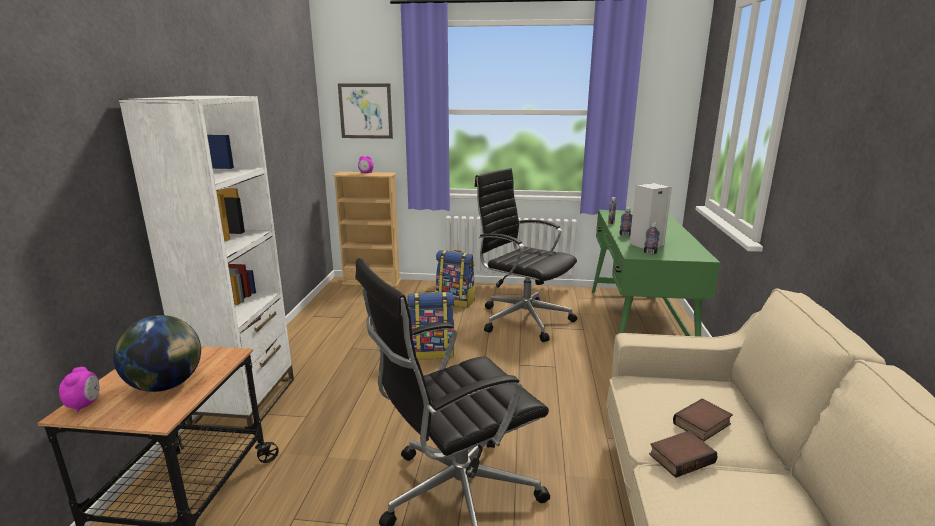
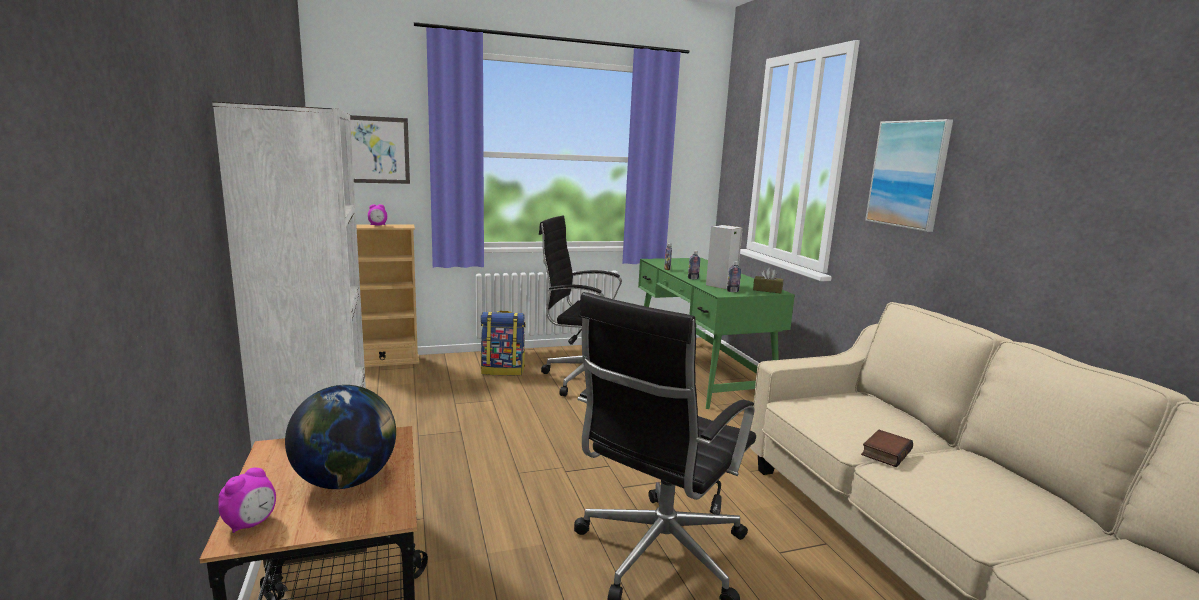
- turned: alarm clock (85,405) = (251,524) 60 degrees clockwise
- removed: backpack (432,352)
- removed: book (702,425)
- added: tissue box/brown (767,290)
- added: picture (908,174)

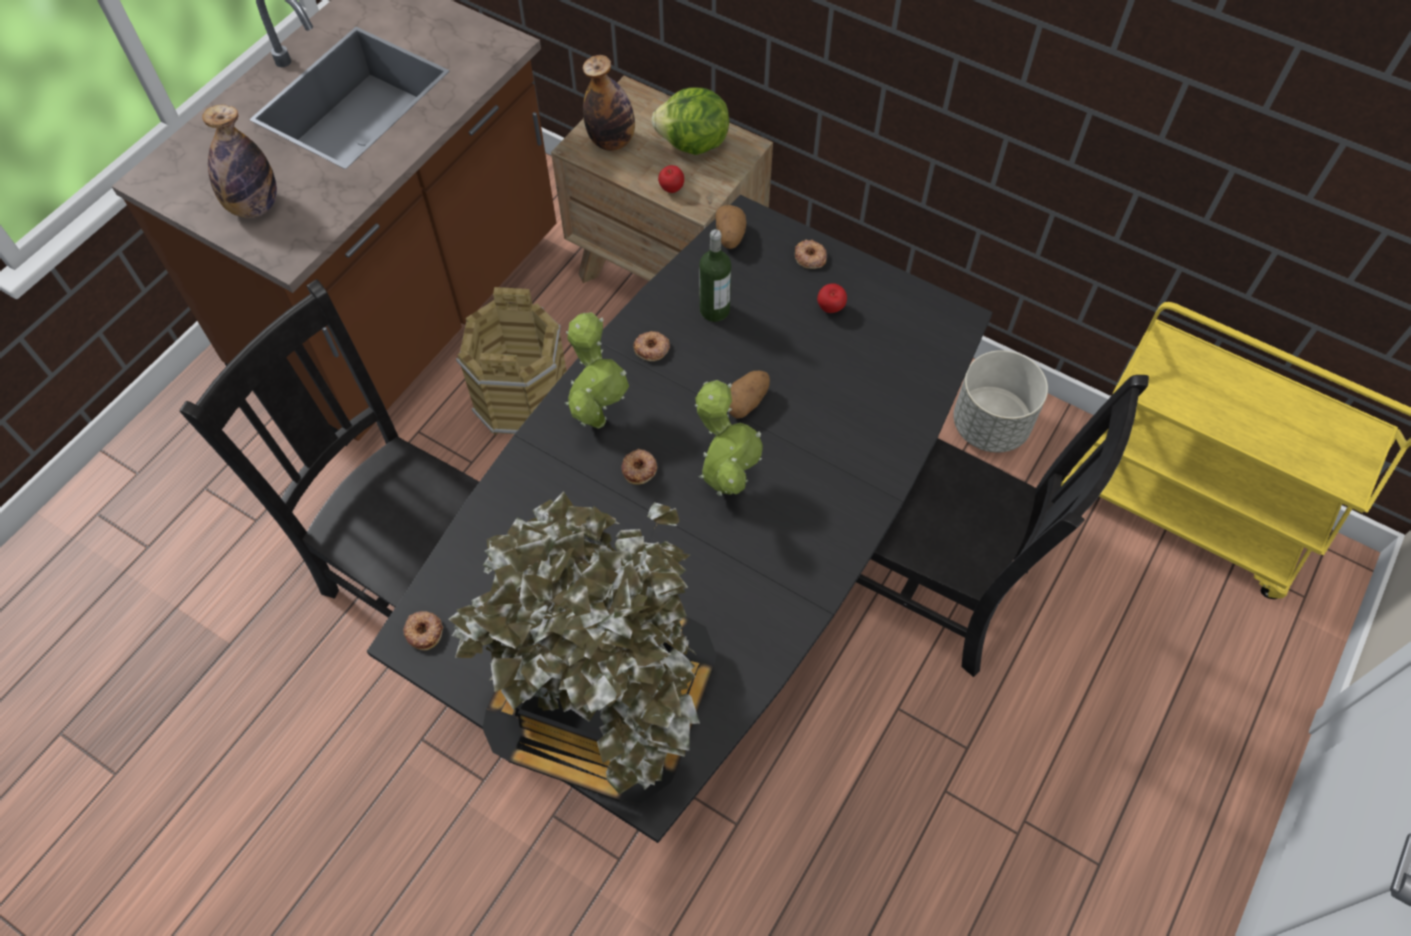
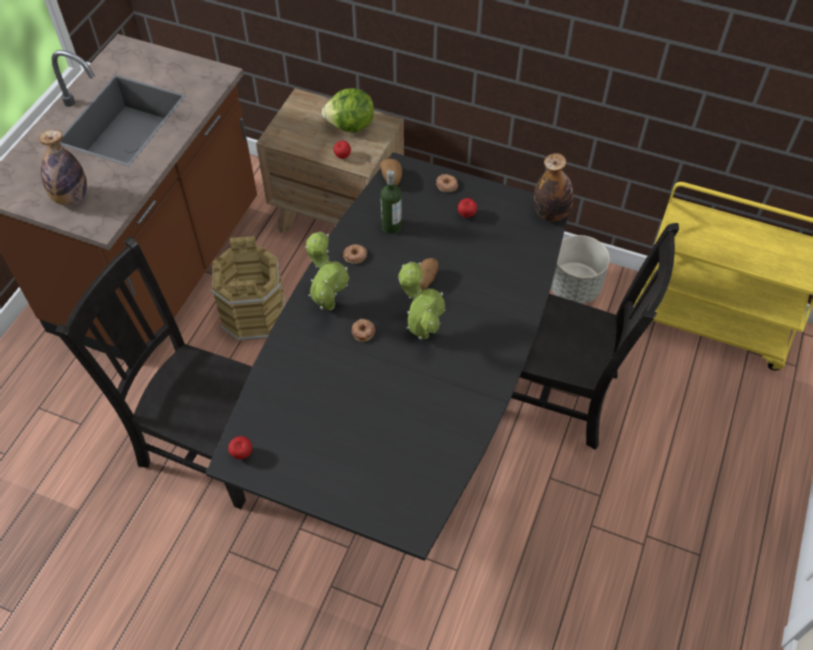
- replaced: donut (424,631) to apple (242,454)
- removed: potted plant (604,698)
- moved: bottle (612,141) to (551,213)

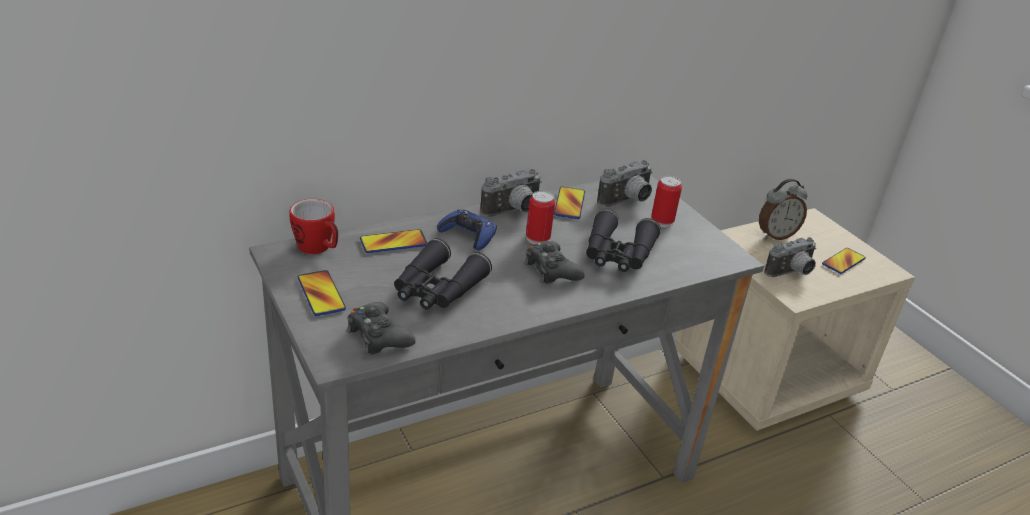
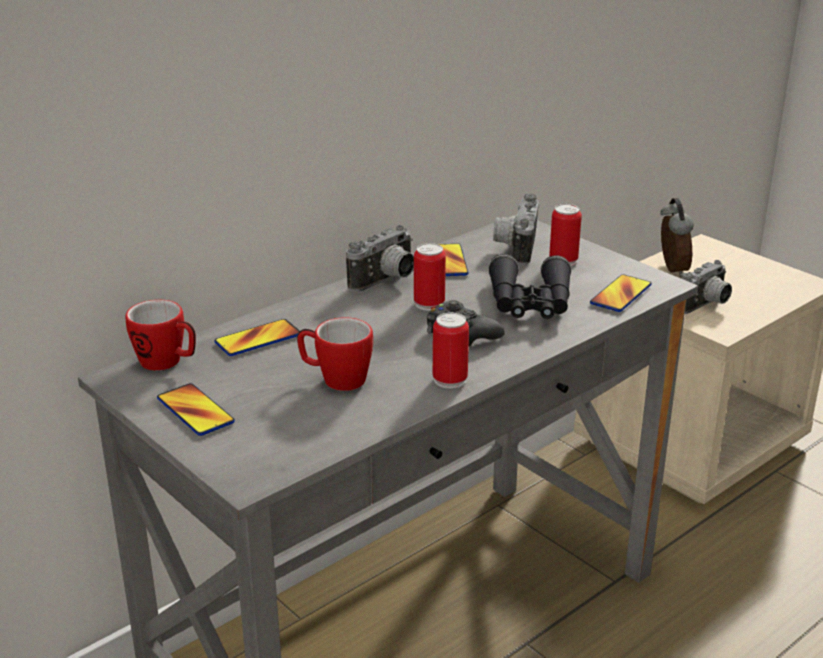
- removed: game controller/black (378,336)
- replaced: binoculars/black (437,289) to mug (335,379)
- removed: game controller/blue (468,235)
- turned: photo camera (627,202) = (514,248) 150 degrees clockwise
- turned: alarm clock (775,235) = (671,269) 60 degrees counterclockwise
- moved: phone (843,262) to (621,295)
- added: can (450,380)

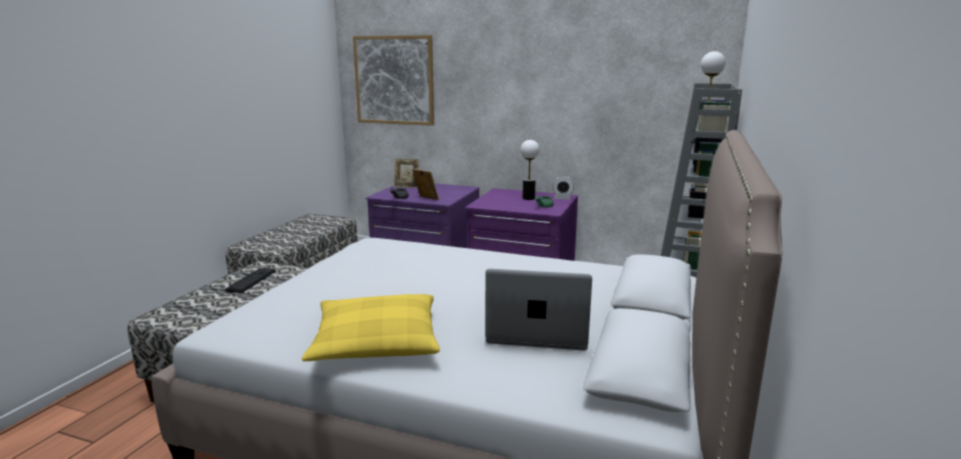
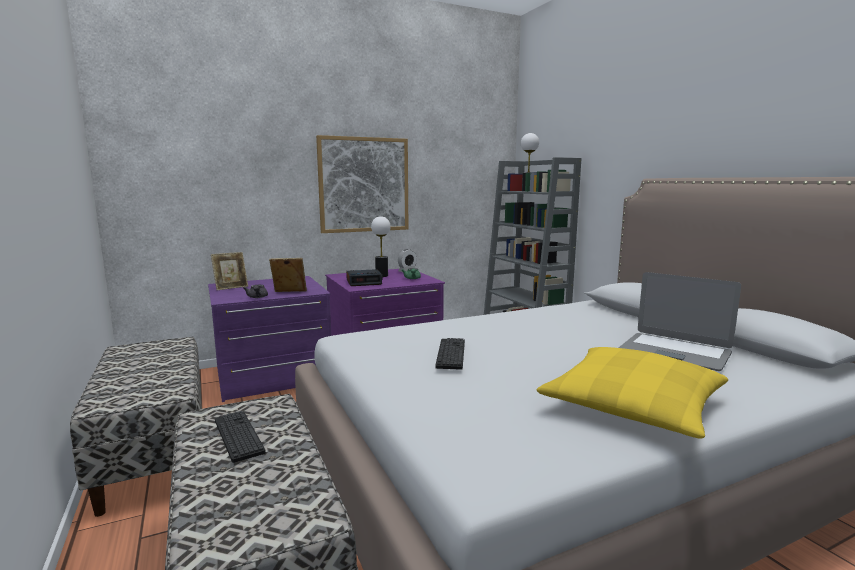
- moved: picture (394,80) to (364,185)
- turned: laptop (537,332) = (674,352) 105 degrees counterclockwise
- added: alarm clock (364,282)
- added: keyboard (451,354)

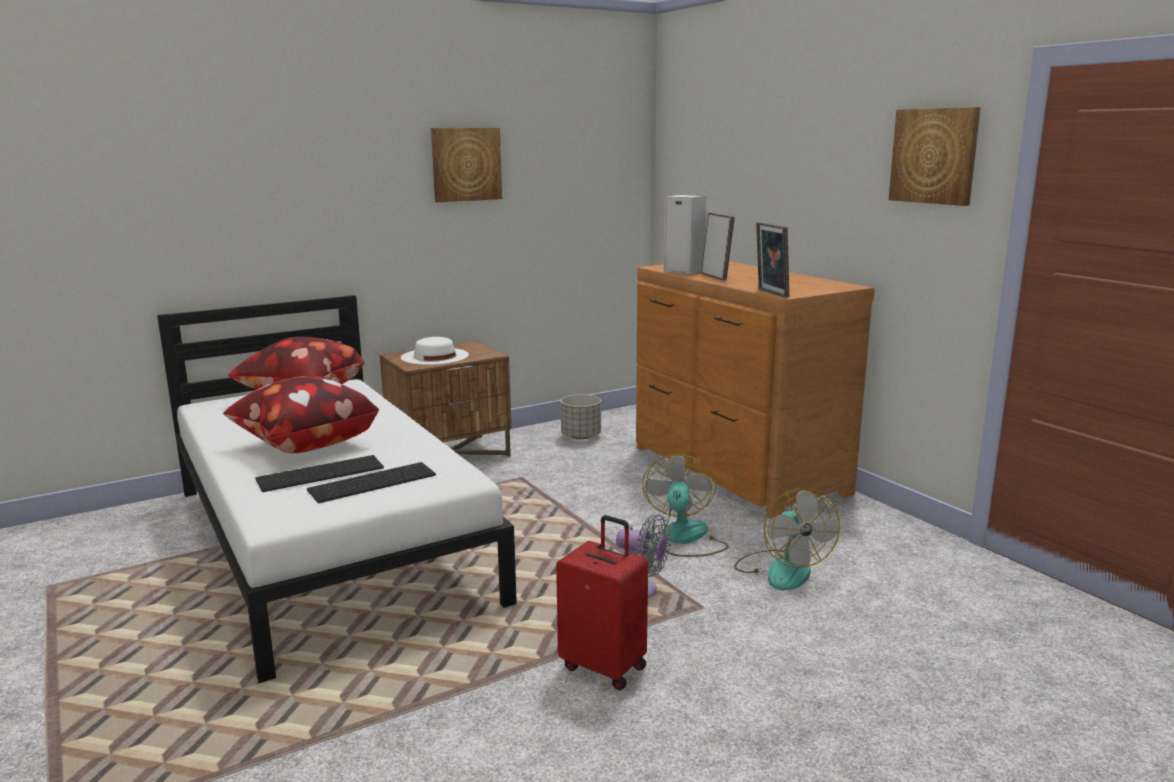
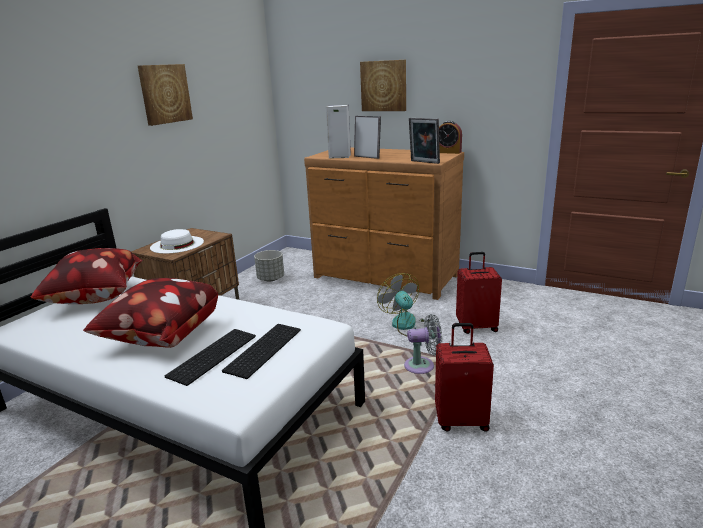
- replaced: fan (782,569) to suitcase/red (476,327)
- moved: picture (934,156) to (384,86)
- added: alarm clock (448,152)

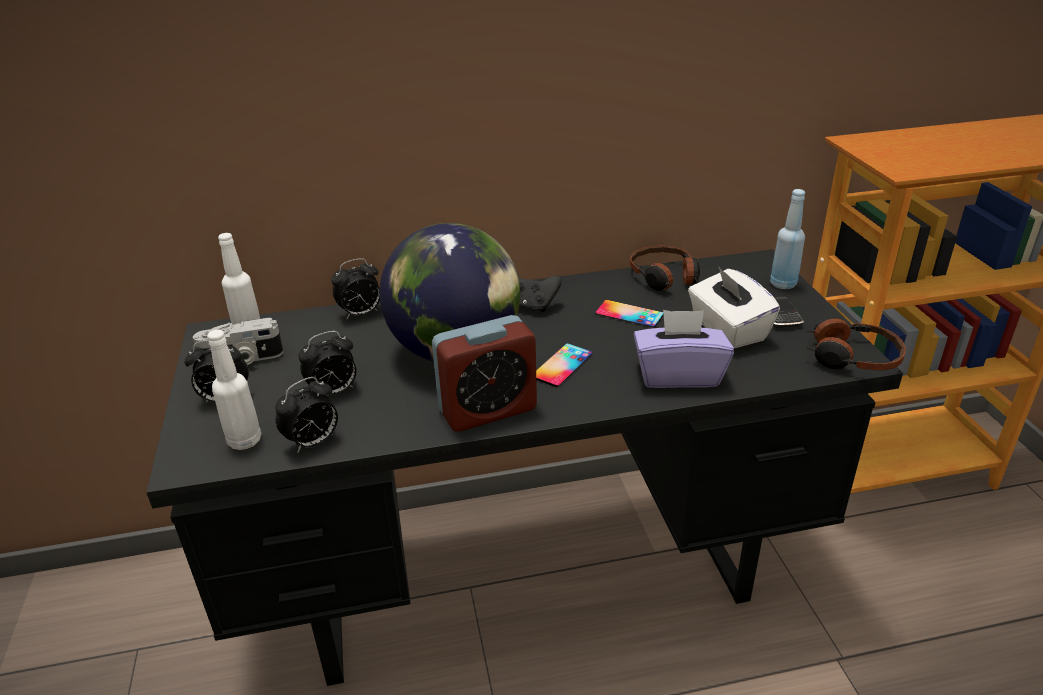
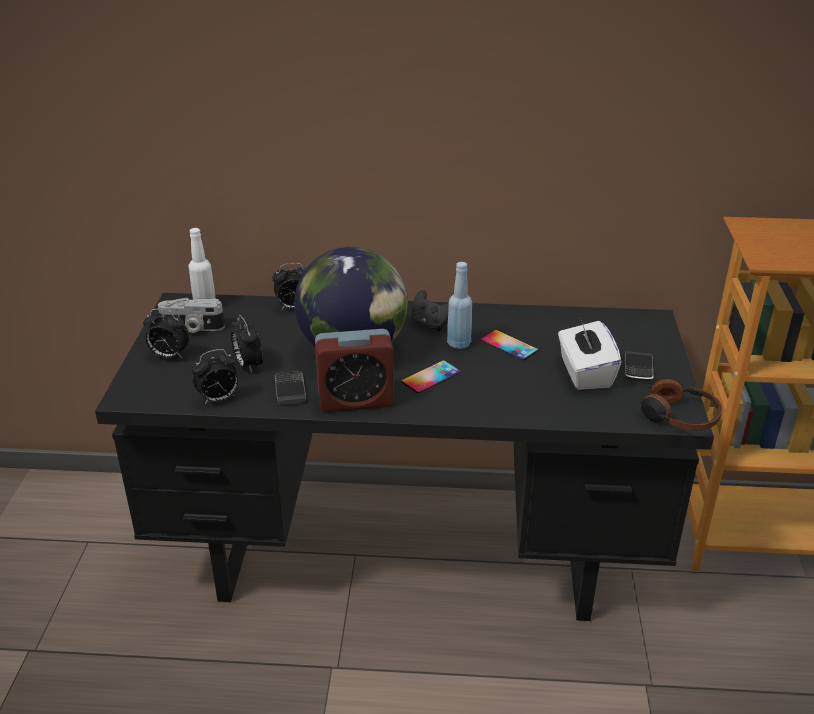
- removed: bottle/white (245,440)
- turned: alarm clock (333,392) = (248,365) 75 degrees clockwise
- removed: headphones (664,277)
- removed: tissue box/purple (678,375)
- moved: bottle/blue (782,284) to (458,343)
- added: phone (290,390)

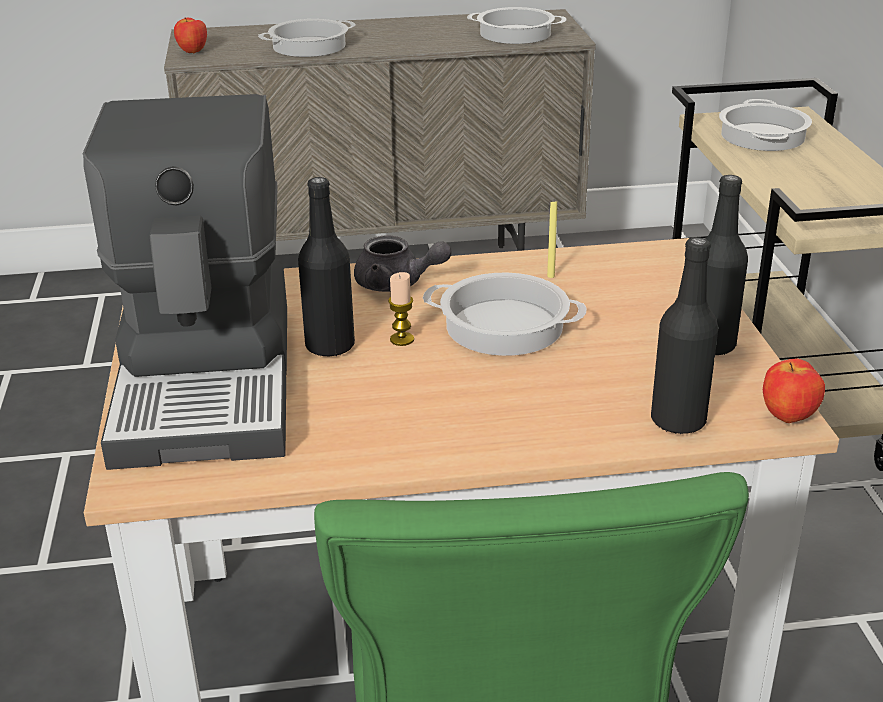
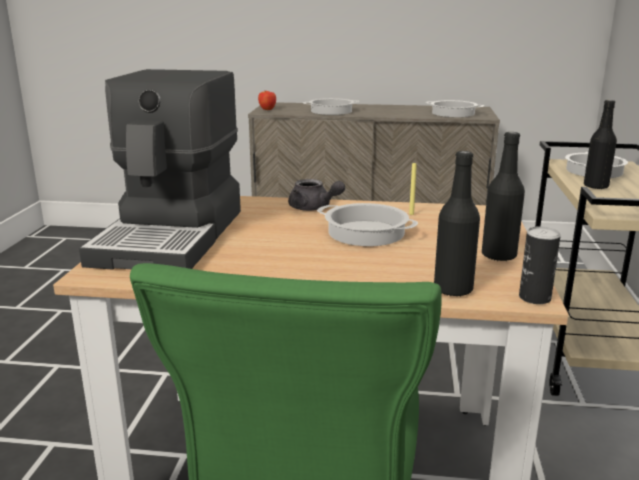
- moved: bottle/black (330,346) to (596,186)
- removed: candle (402,339)
- replaced: apple (788,418) to can (534,298)

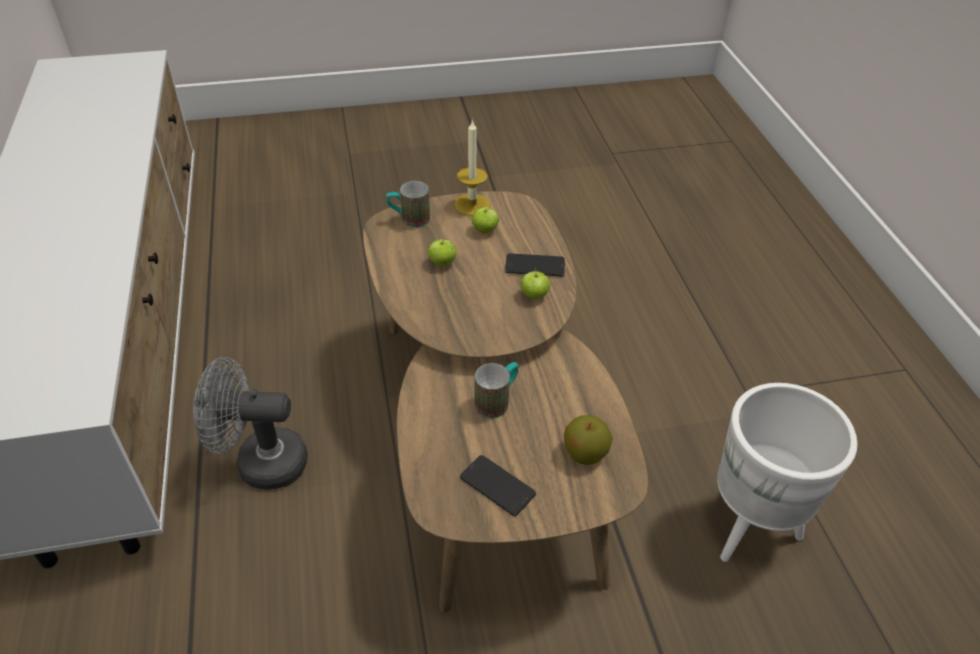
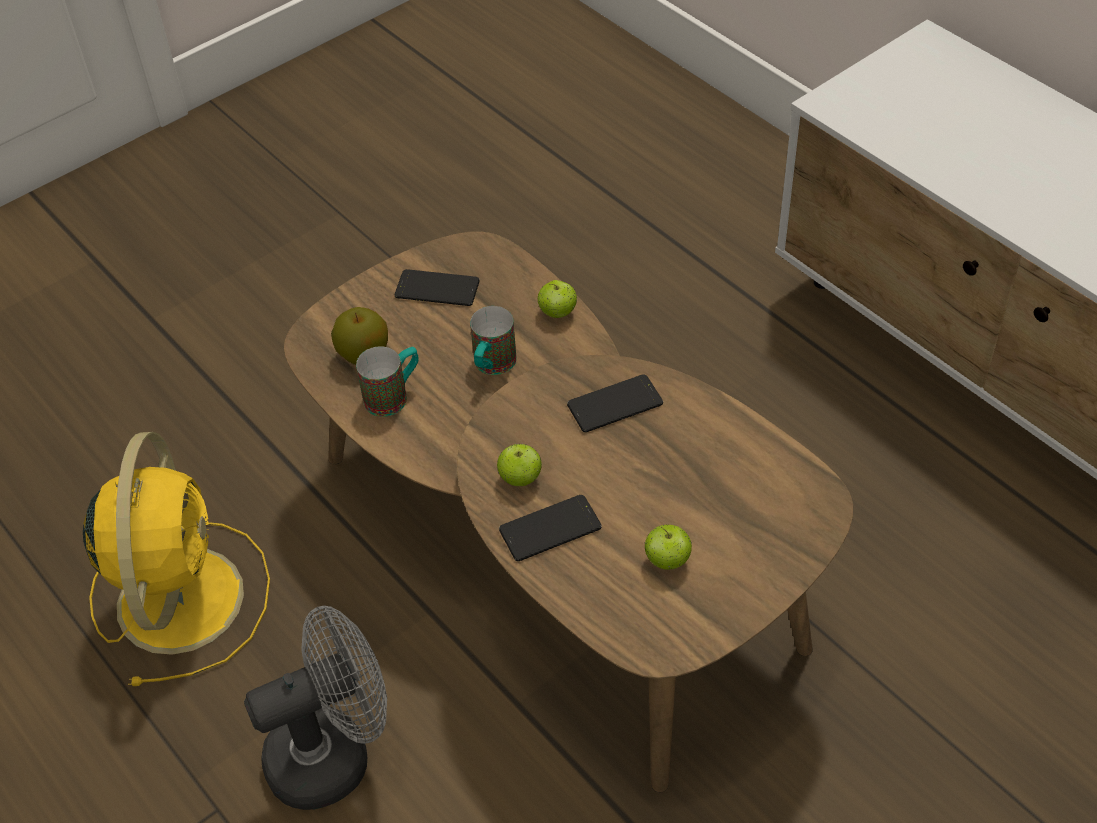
- moved: fan/grey (261,462) to (334,753)
- moved: mug (409,219) to (394,395)
- moved: apple (442,263) to (558,313)
- removed: candle (472,204)
- replaced: planter/white (750,529) to fan/yellow (181,594)
- added: phone (615,404)

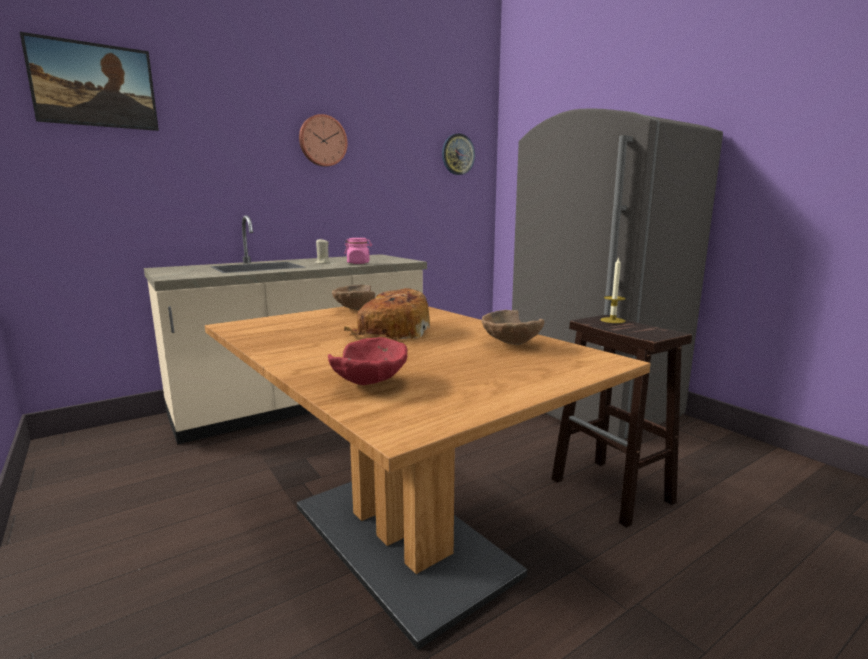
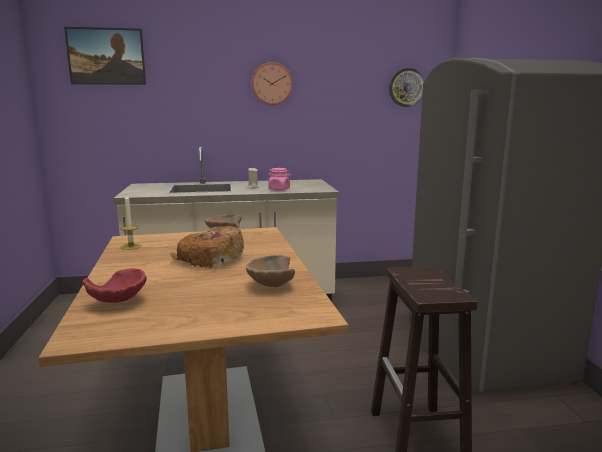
- moved: candle (612,320) to (131,246)

